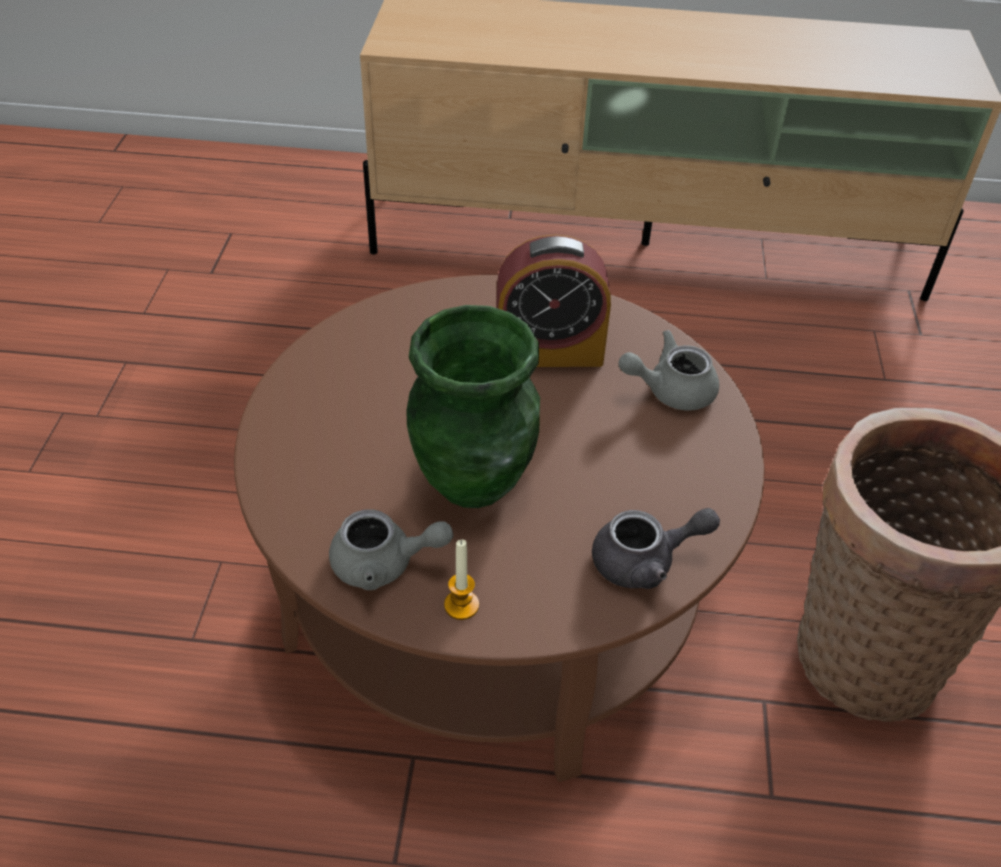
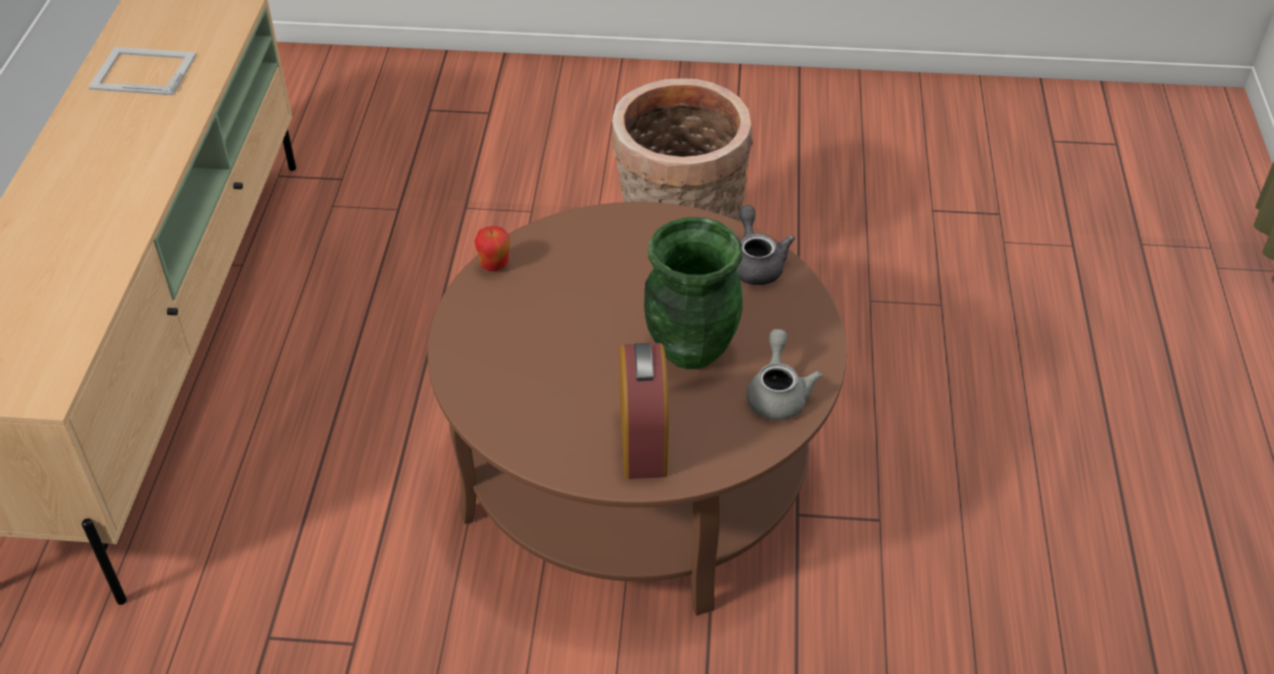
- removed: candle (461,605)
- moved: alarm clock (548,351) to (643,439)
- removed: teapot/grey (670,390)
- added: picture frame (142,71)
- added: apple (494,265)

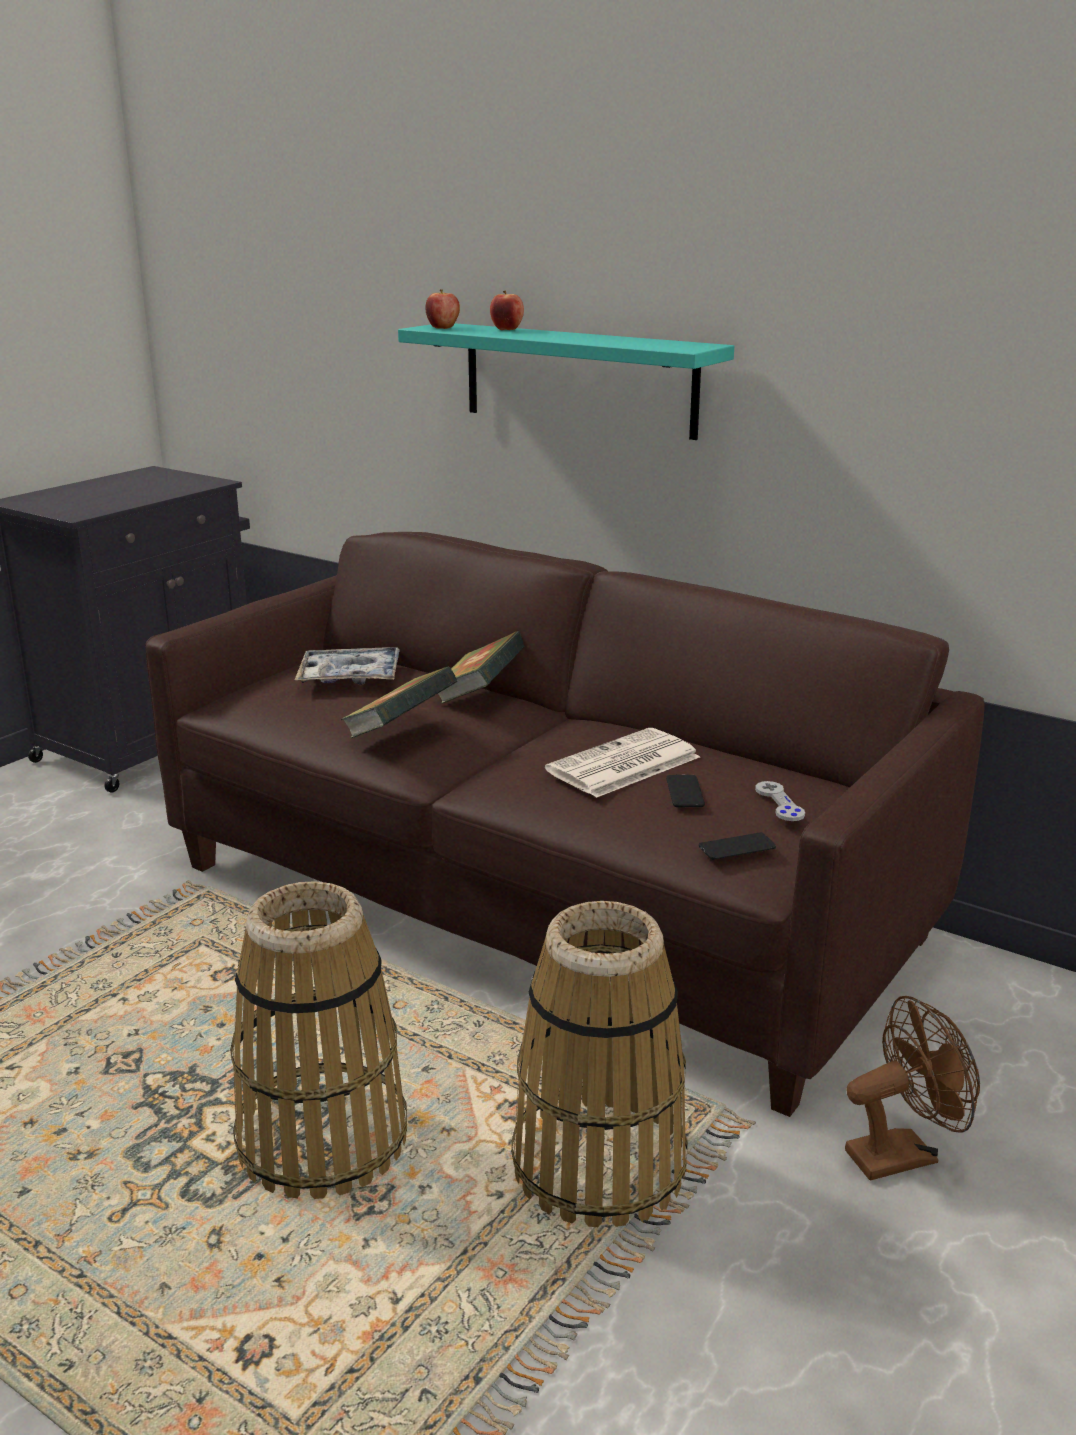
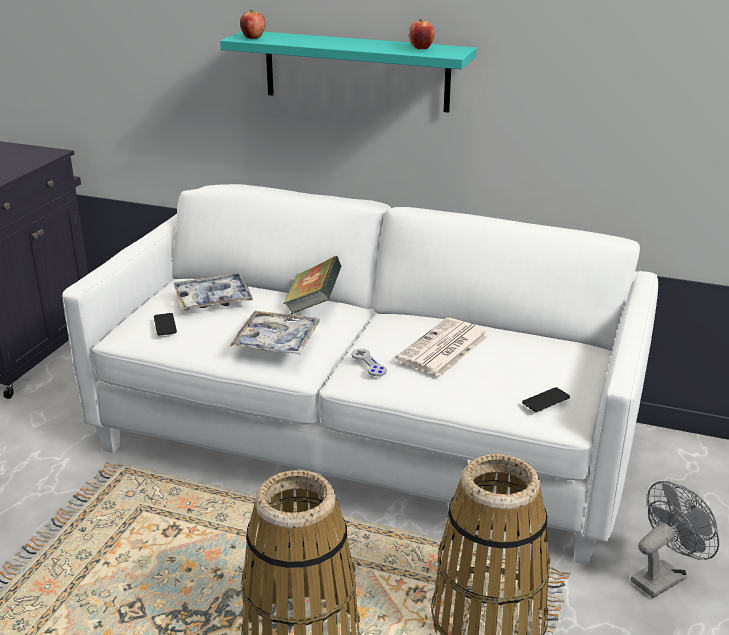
- recoloured: sofa/brown (541,903) to sofa/white (366,440)
- replaced: book (400,732) to tray (276,341)
- moved: apple (507,329) to (421,48)
- moved: phone (685,792) to (165,325)
- moved: game controller/grey (779,803) to (368,363)
- recoloured: fan/brown (902,1153) to fan/grey (663,576)

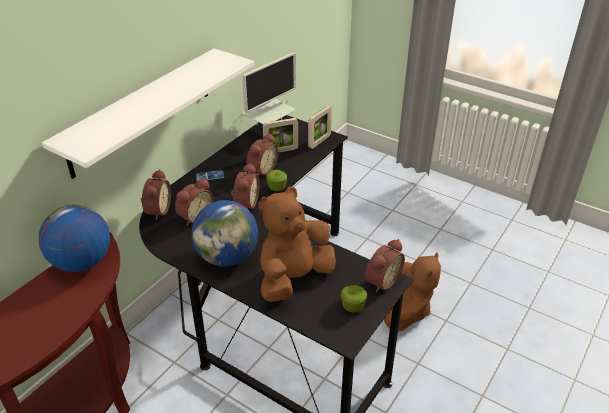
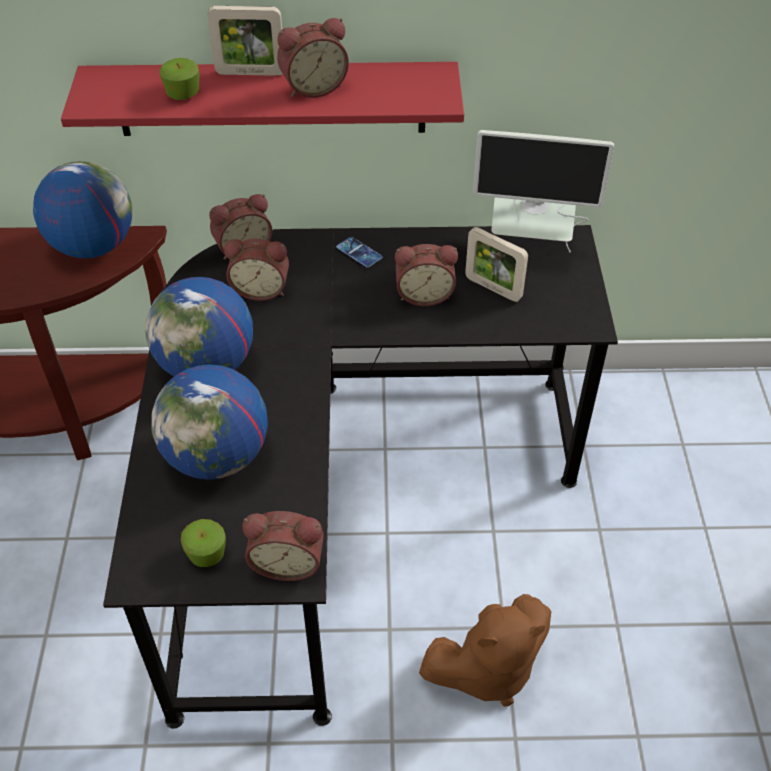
- recoloured: shelf/white (141,111) to shelf/red (271,99)
- moved: alarm clock (245,203) to (313,87)
- replaced: plush toy/brown (294,278) to globe (217,457)
- moved: apple (276,187) to (183,94)
- moved: picture frame (319,141) to (250,73)

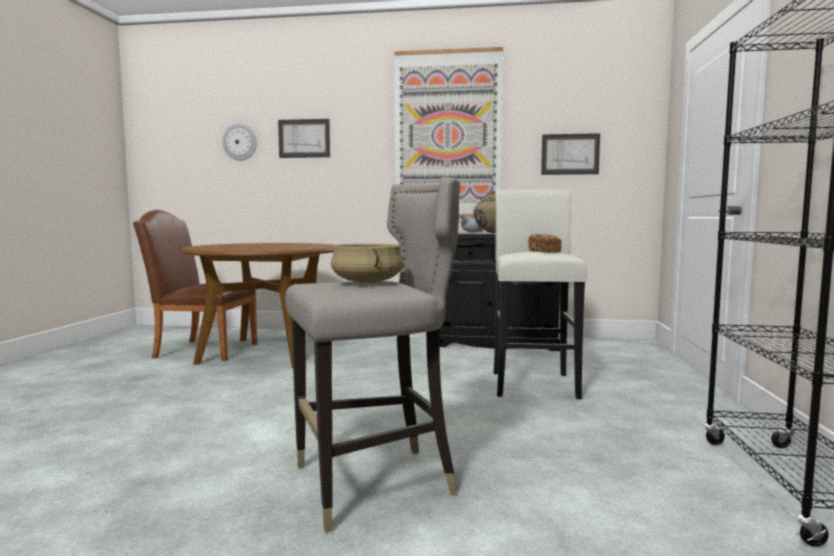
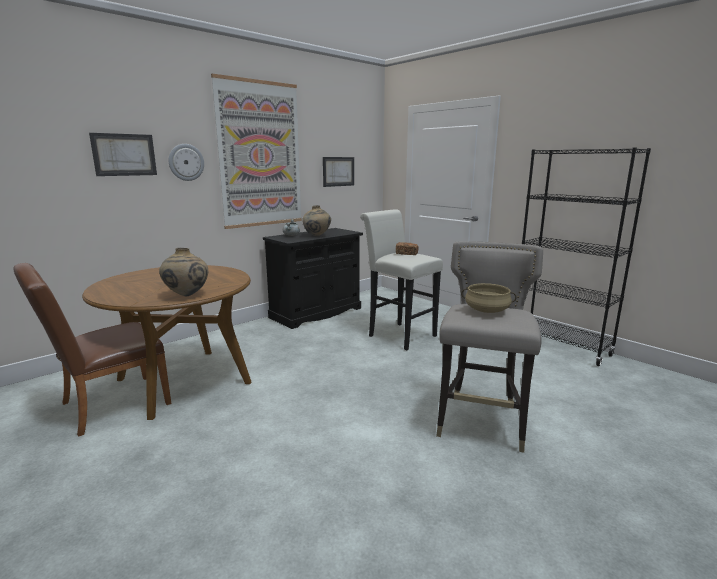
- moved: wall clock (240,142) to (186,162)
- added: vase/beige (186,295)

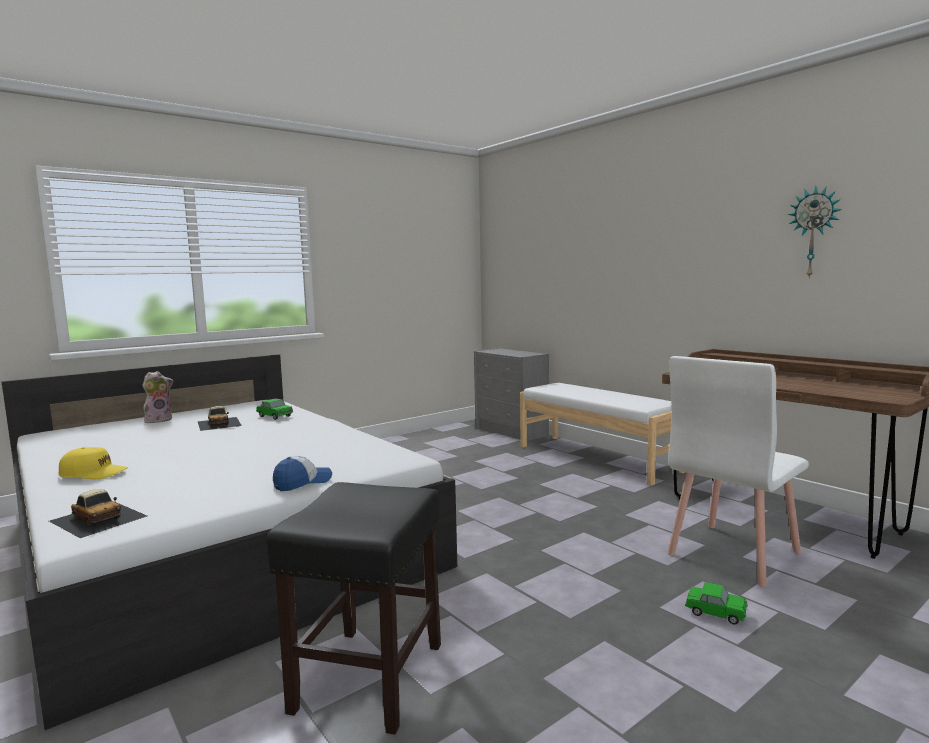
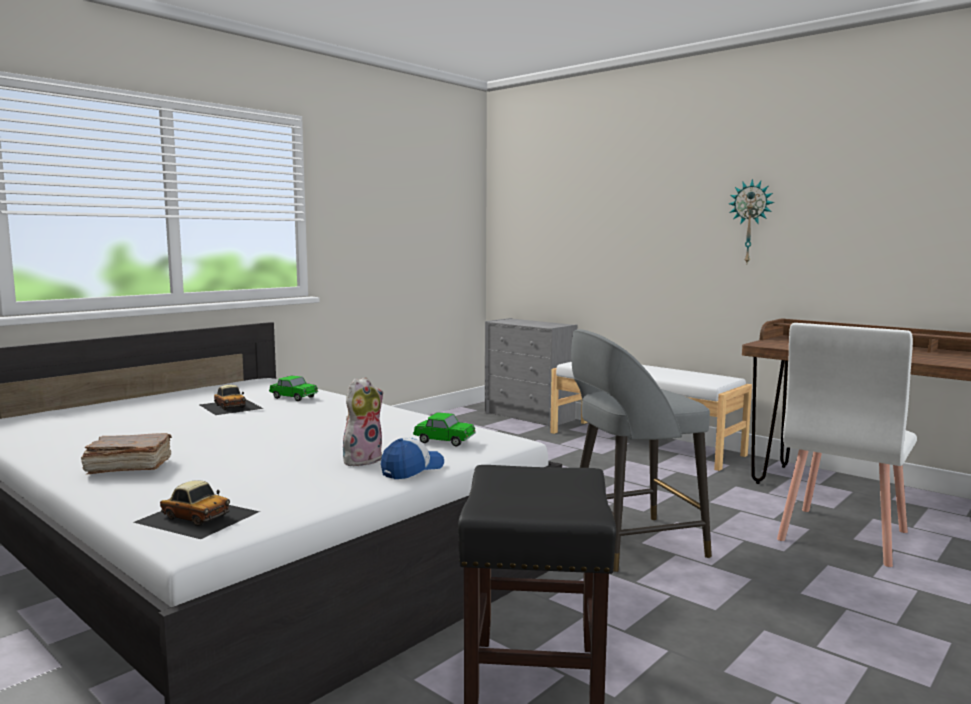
- replaced: cap/yellow (93,473) to book/brown (128,467)
- moved: plush toy (159,420) to (362,459)
- moved: toy car (715,613) to (444,441)
- moved: wall clock (814,232) to (751,222)
- added: stool/grey (631,543)

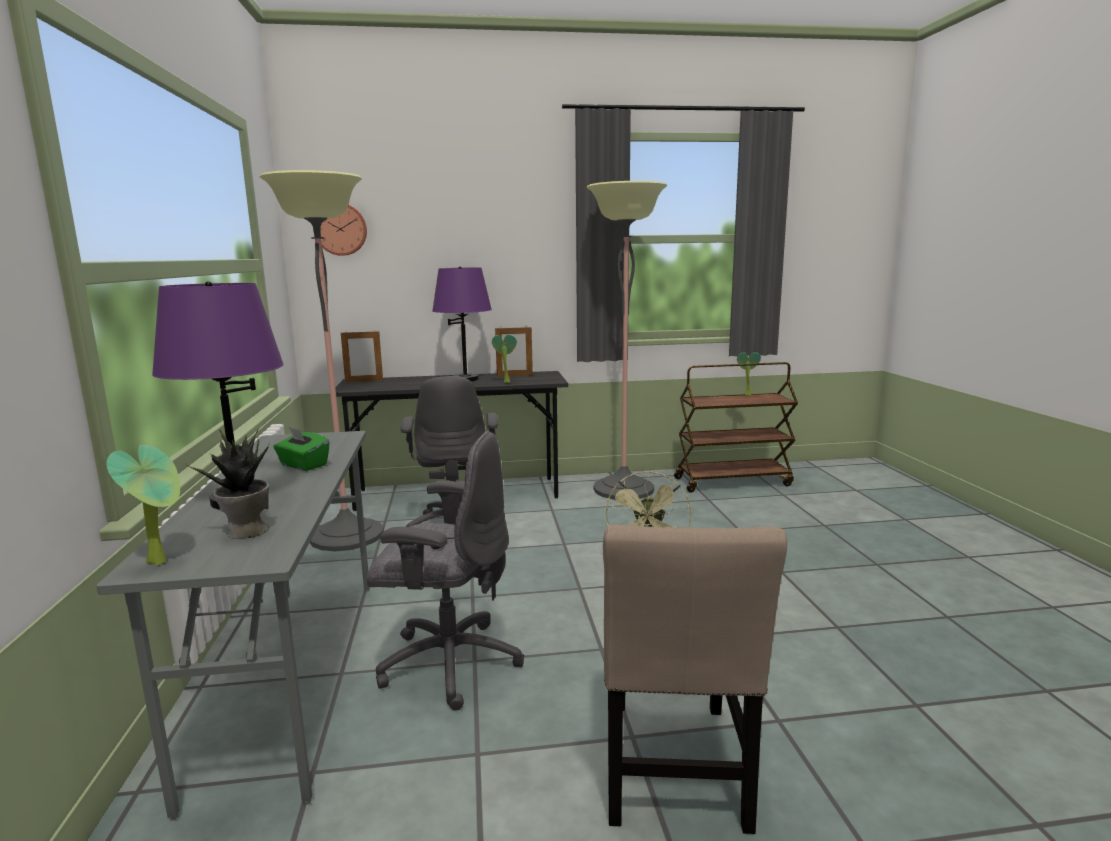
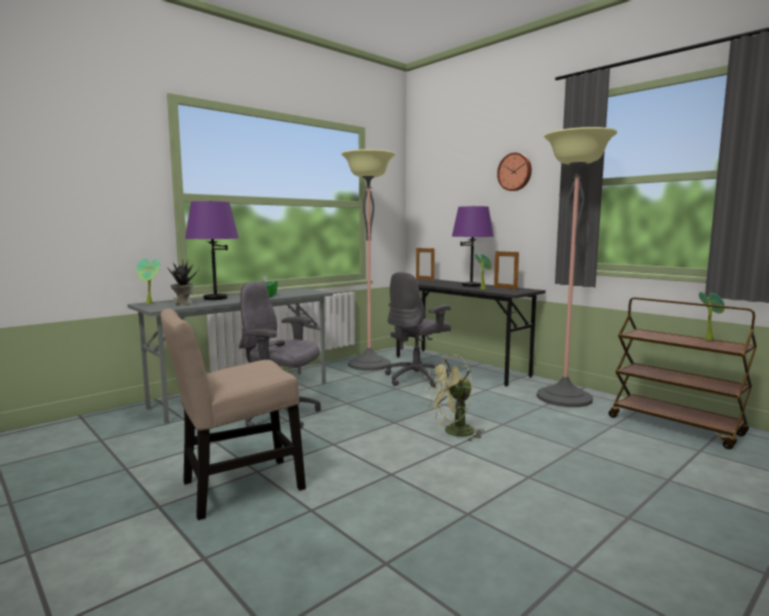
- moved: wall clock (340,229) to (515,172)
- turned: office chair/grey (448,662) = (280,416) 135 degrees clockwise

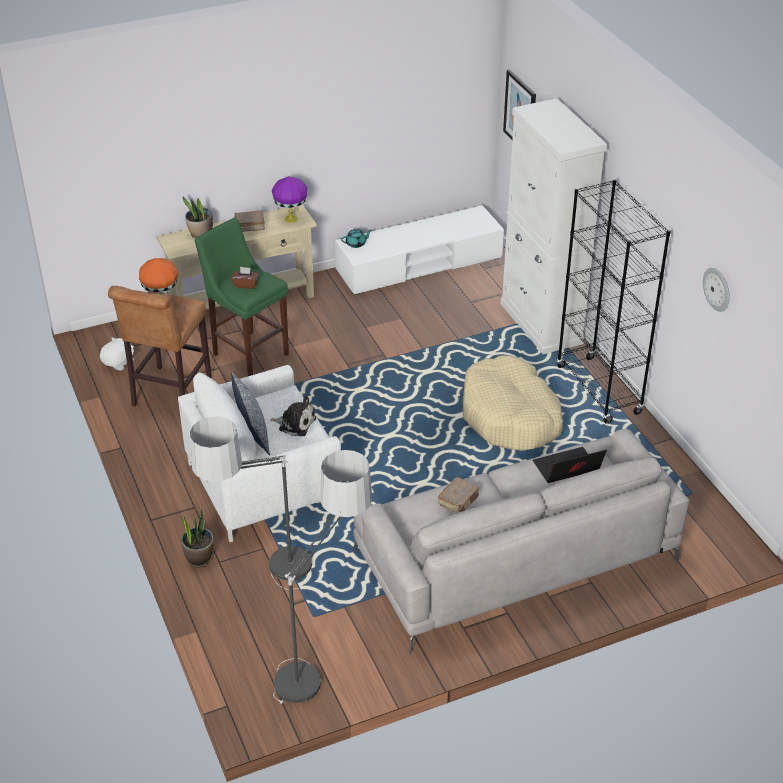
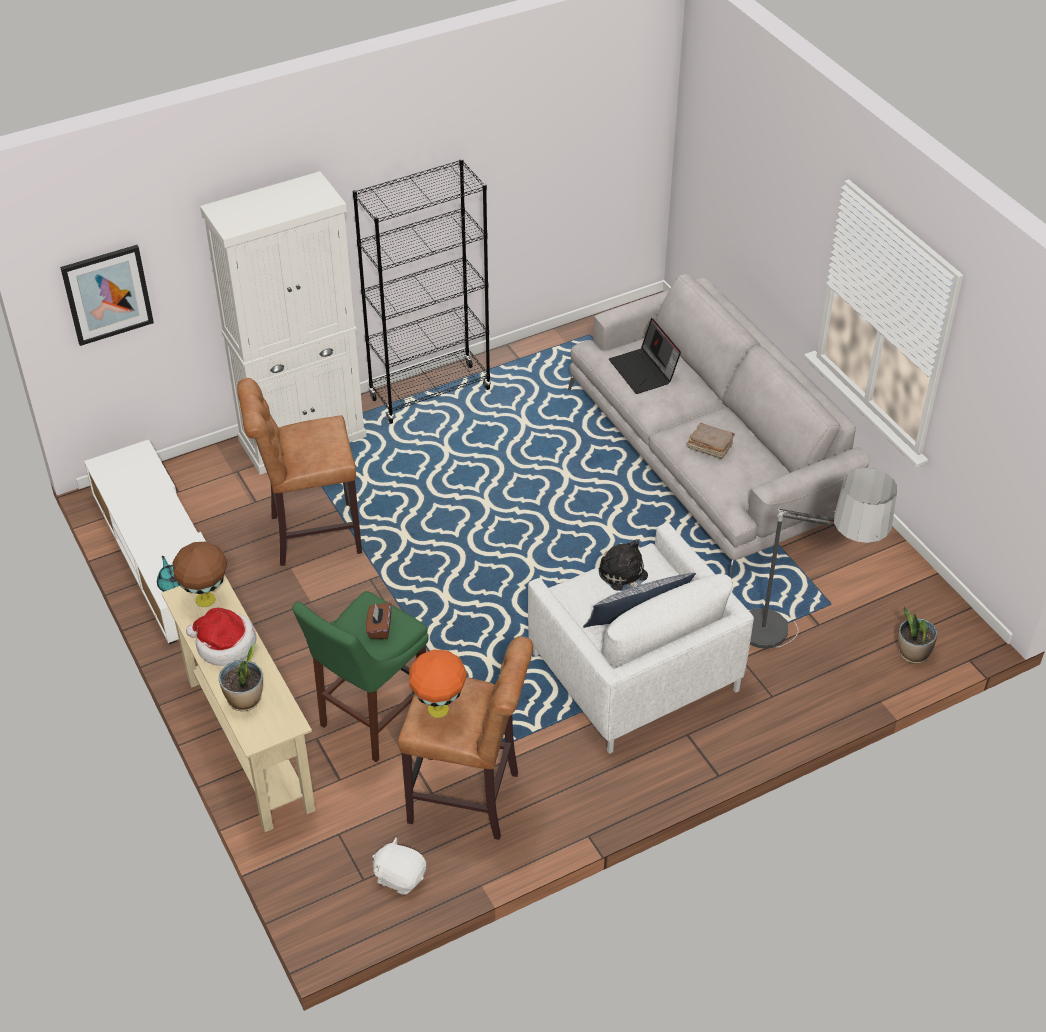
- moved: potted plant (199,558) to (913,653)
- replaced: book/brown (249,226) to hat (224,645)
- turned: plush toy (295,423) = (624,576) 45 degrees counterclockwise
- recoloured: table lamp/purple (291,219) to table lamp/brown (206,599)
- removed: floor lamp (322,661)
- removed: dog bed/beige (510,416)
- removed: wall clock (717,289)
- added: stool/brown (310,535)

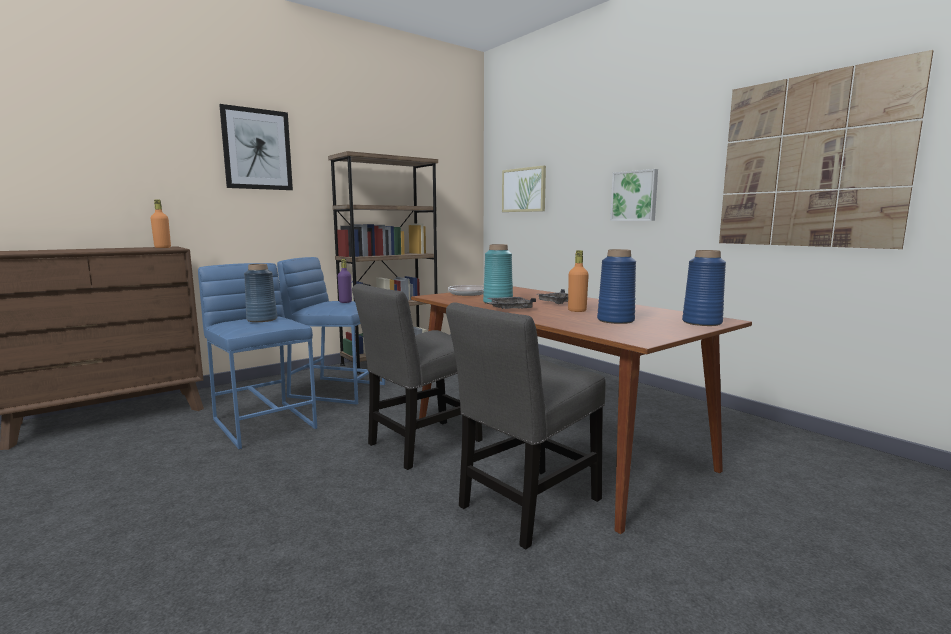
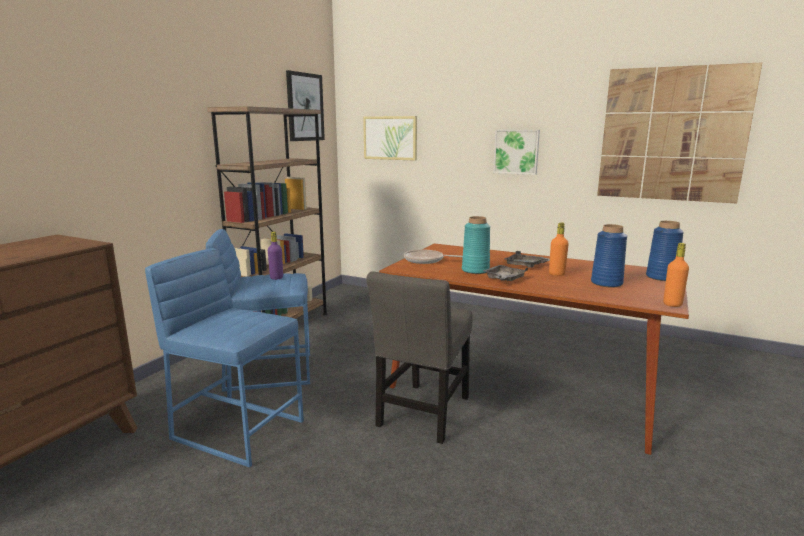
- moved: bottle/orange (162,247) to (672,304)
- moved: picture (257,149) to (305,107)
- removed: vase/blue (262,319)
- removed: chair/grey (526,506)

